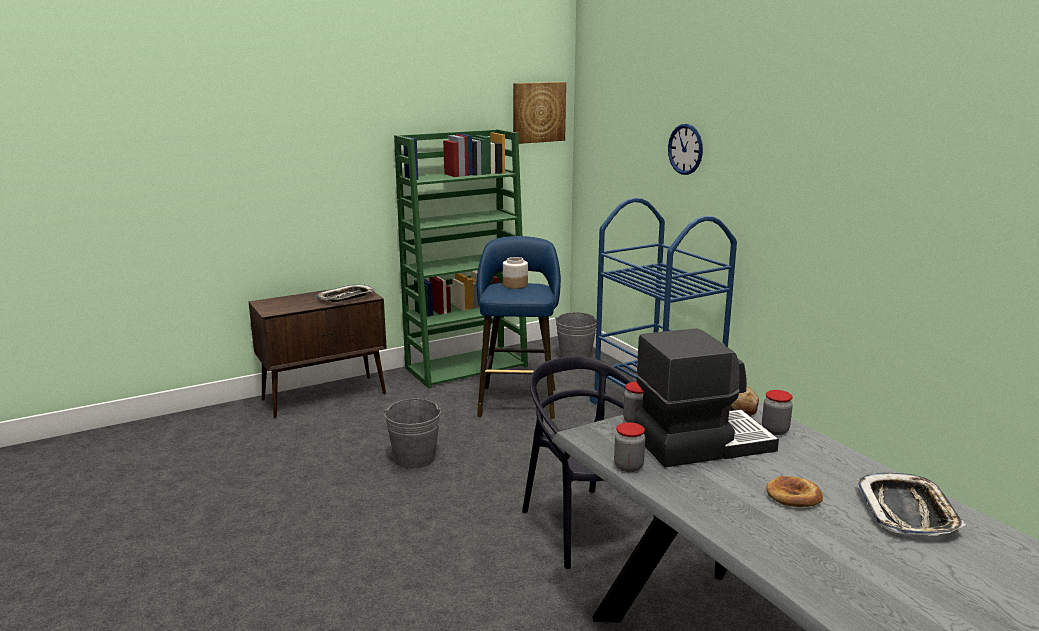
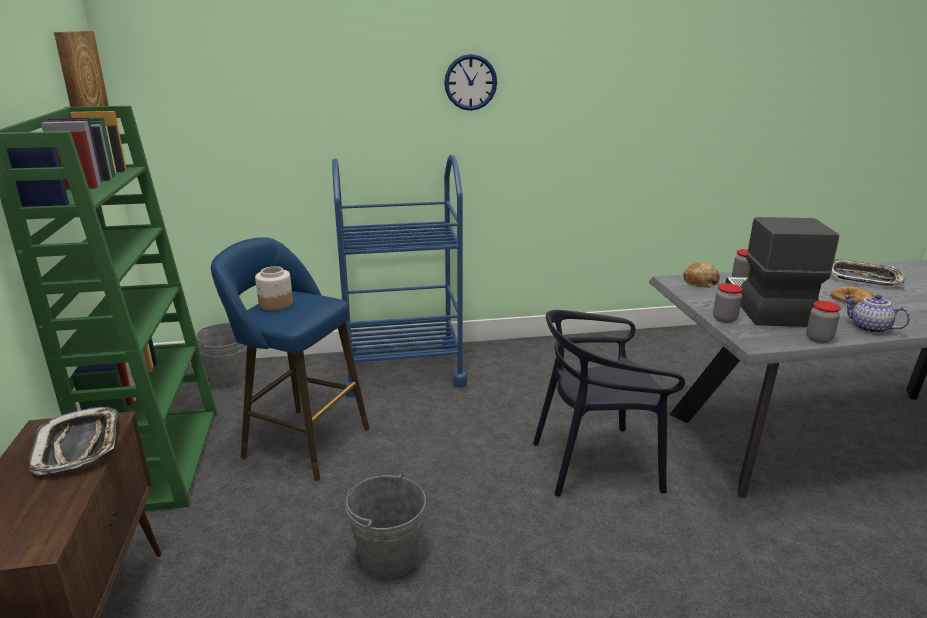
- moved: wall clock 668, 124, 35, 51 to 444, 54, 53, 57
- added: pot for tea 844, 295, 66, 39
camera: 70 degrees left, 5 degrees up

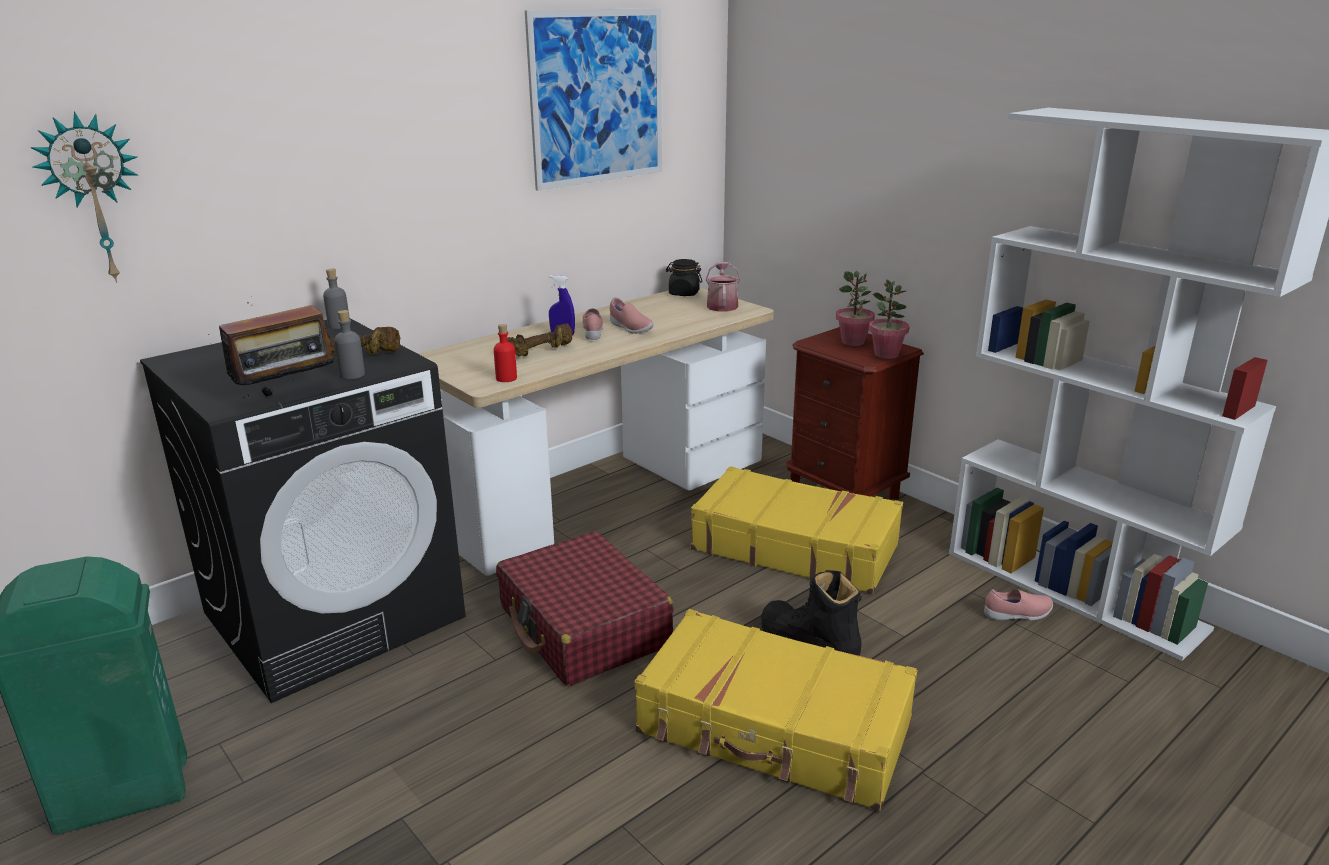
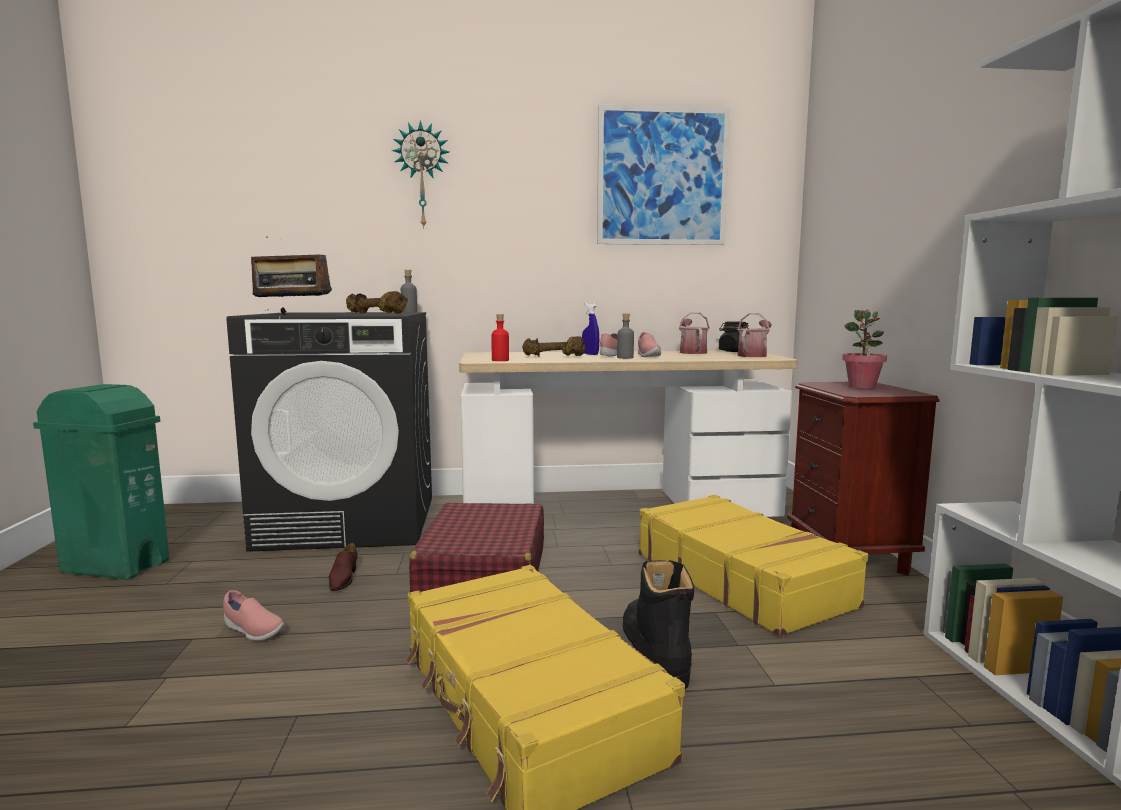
- moved: pink item of footwear 984, 589, 69, 31 to 223, 590, 62, 51
- added: brown-coloured item of footwear 329, 543, 29, 48
- moved: wall clock 30, 111, 108, 172 to 392, 120, 57, 109
- moved: gray beverage bottle 334, 310, 31, 69 to 617, 314, 17, 45
- added: watering pot 679, 312, 31, 42
- removed: houseplant 869, 279, 41, 80
camera: 35 degrees right, 15 degrees down

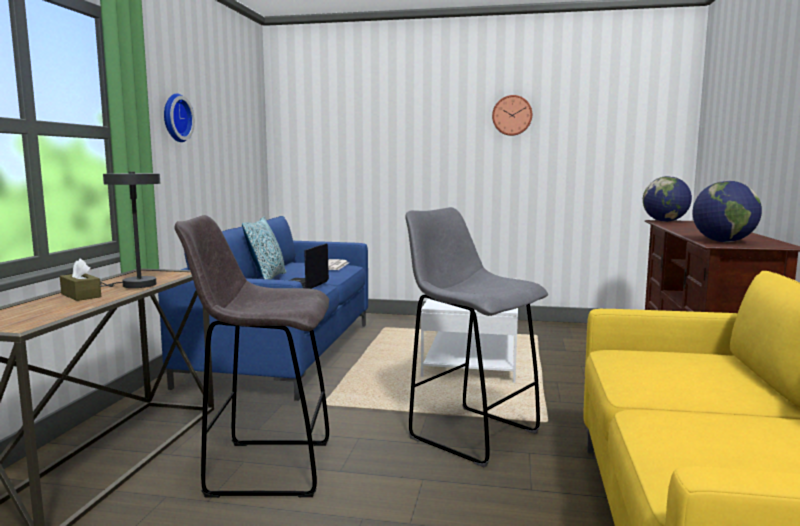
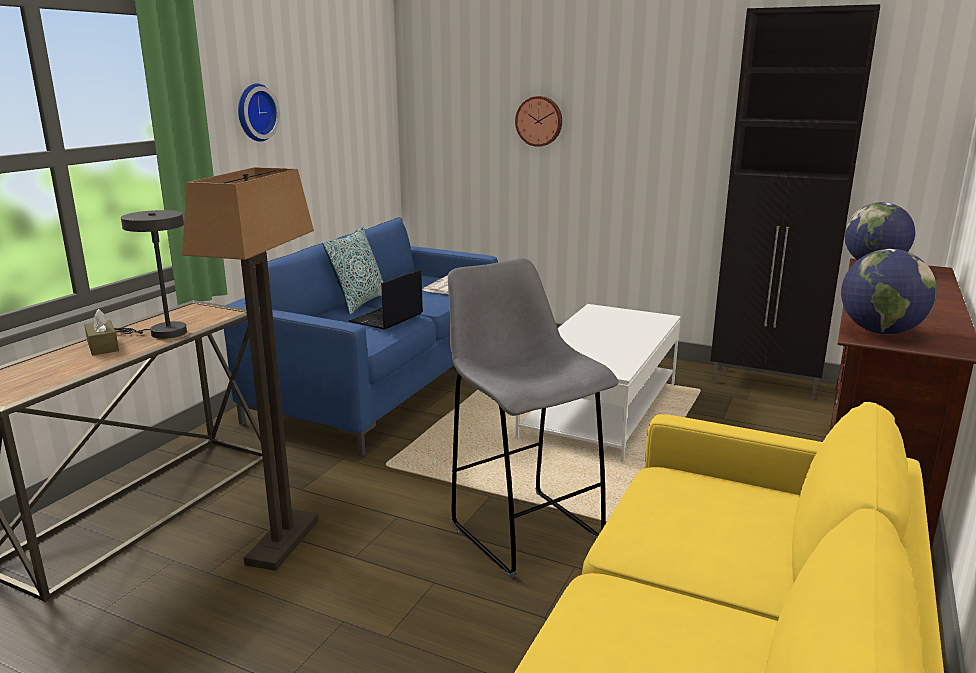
- replaced: gray sitting stool 174, 215, 155, 283 to standard lamp 182, 167, 137, 404
- moved: wall clock 492, 95, 40, 41 to 515, 96, 47, 51
- added: black storage cabinet 711, 4, 169, 395
camera: 15 degrees right, 10 degrees up

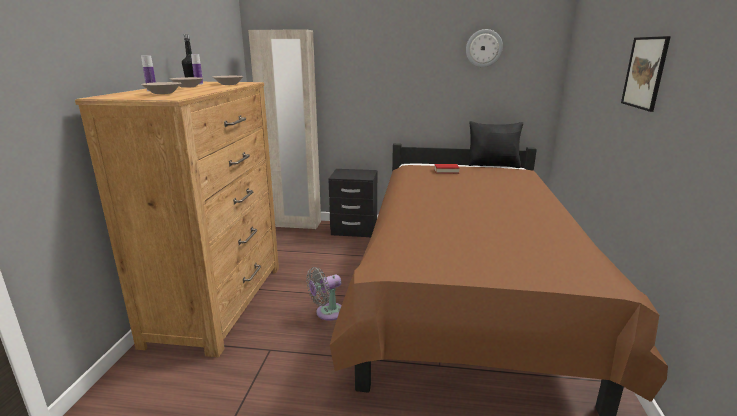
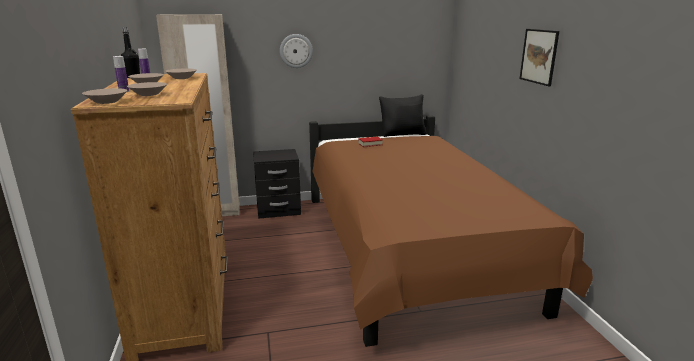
- added: sand-coloured serving bowl 82, 88, 45, 16
- moved: wall clock 466, 29, 37, 38 to 280, 34, 33, 34
- removed: gray cooling fan 306, 267, 36, 54
camera: 20 degrees left, 0 degrees up

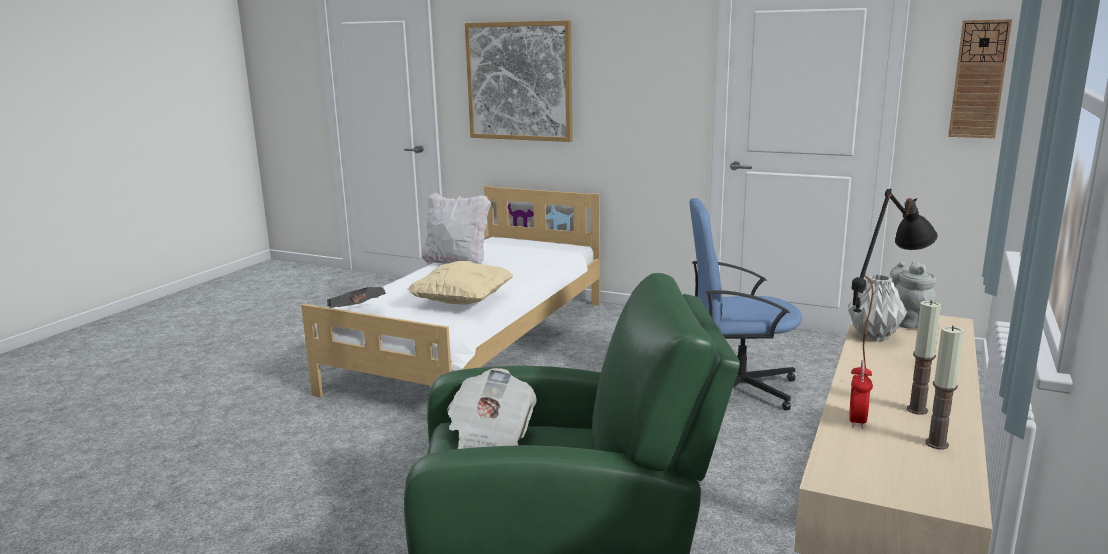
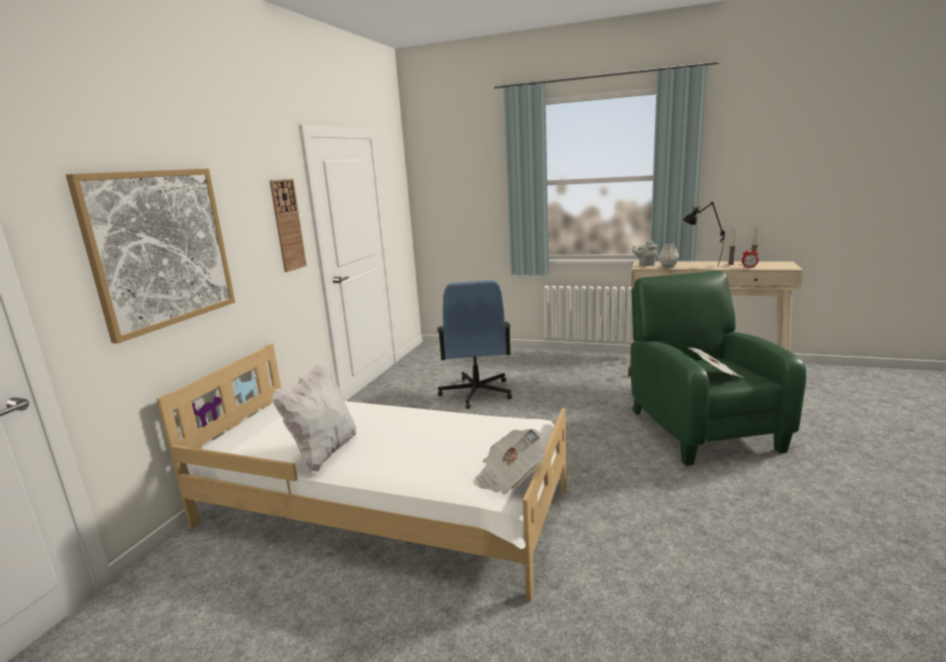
- moved: wall clock 948, 19, 64, 119 to 269, 179, 38, 93
- removed: sand-coloured cushion 407, 261, 106, 44
camera: 95 degrees left, 0 degrees up

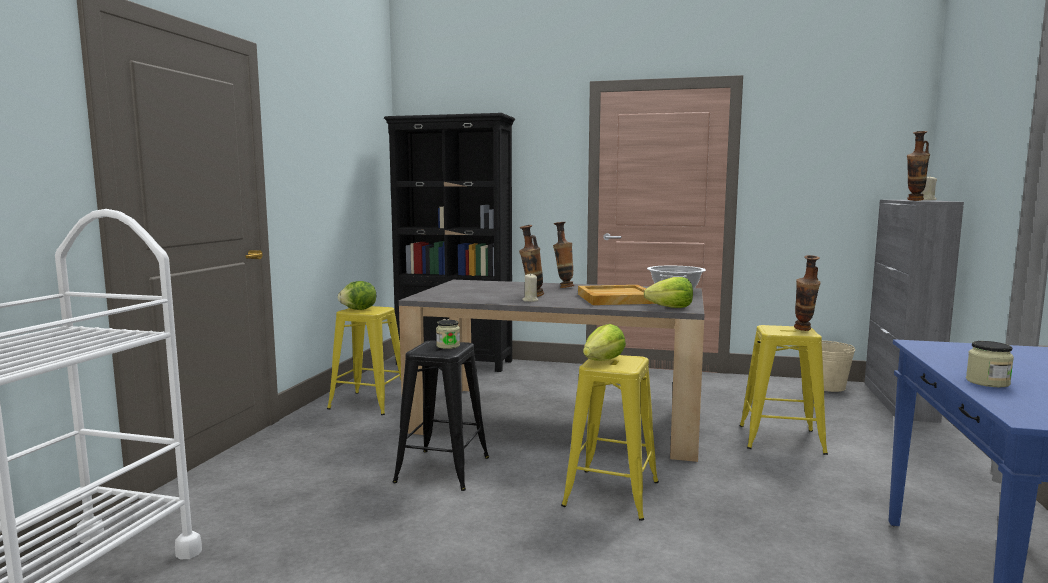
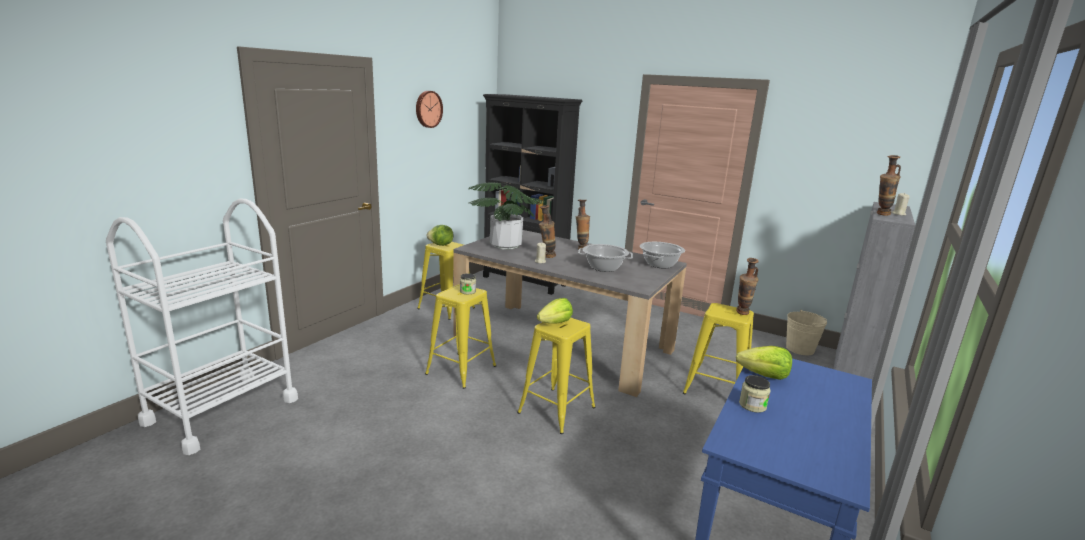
- added: wall clock 416, 91, 27, 37
- recoloured: black sitting stool 393, 340, 96, 151 to yellow-coloured sitting stool 425, 284, 71, 105
- added: houseplant 469, 182, 76, 67
- replaced: sand-coloured carrying tray 578, 285, 78, 20 to cooking pot 578, 244, 55, 28
- moved: lettuce 644, 277, 49, 31 to 736, 346, 56, 34
camera: 15 degrees right, 10 degrees up

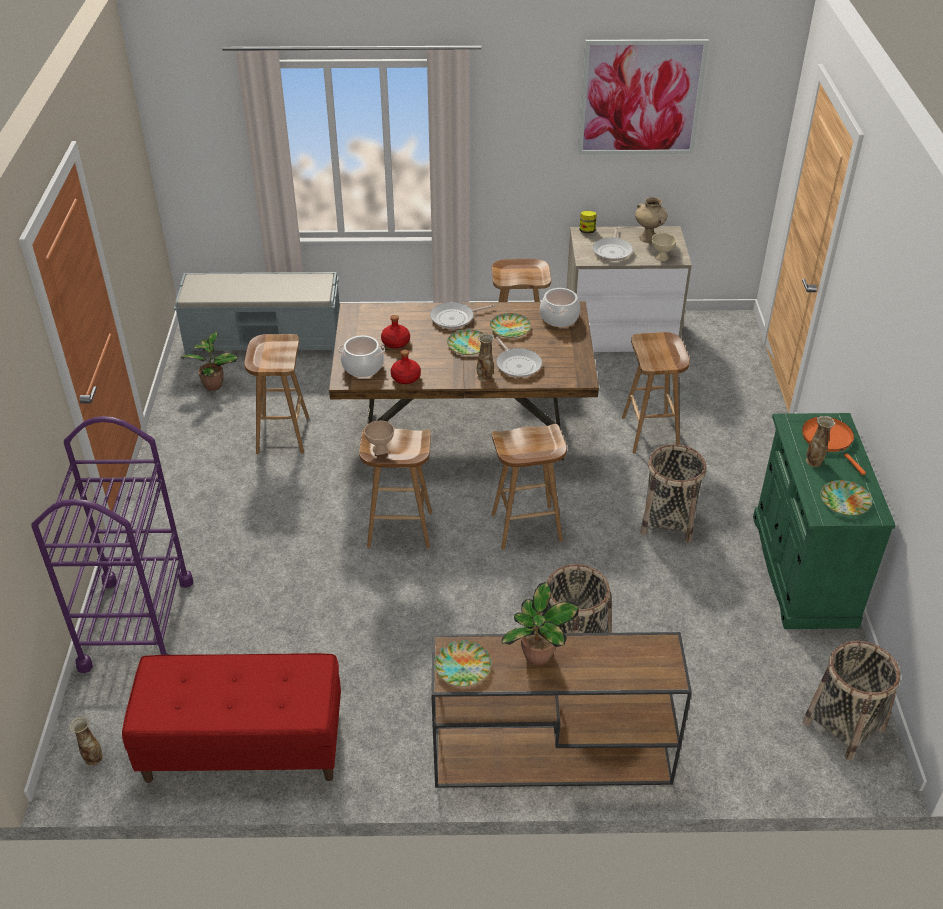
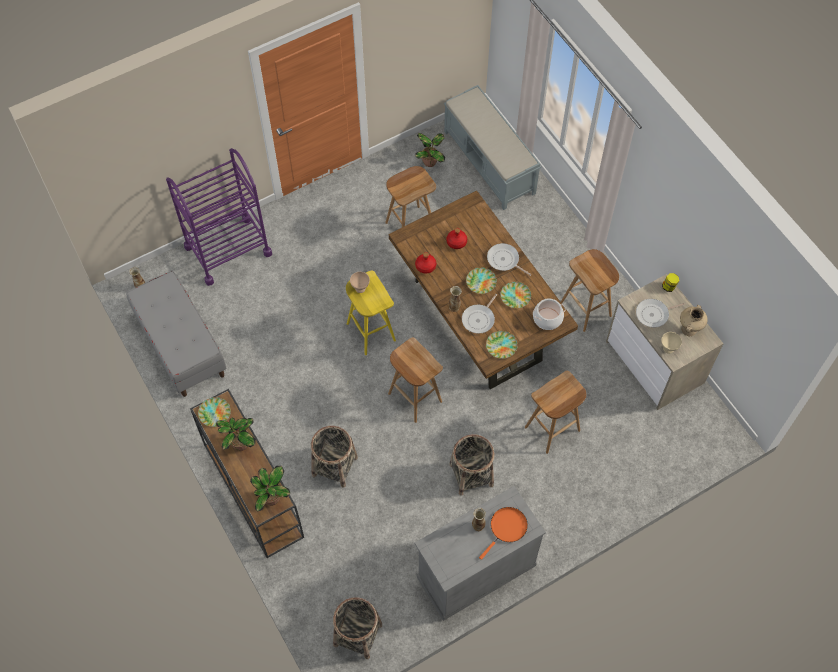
- recoloured: red-coloured bench 122, 653, 219, 130 to gray bench 126, 271, 101, 126
- added: houseplant 250, 466, 40, 46
- recoloured: brown-coloured sitting stool 359, 429, 73, 120 to yellow-coloured sitting stool 346, 270, 50, 85
- recoloured: green-coloured storage cabinet 753, 413, 143, 216 to gray storage cabinet 414, 486, 132, 135
- moved: flat dish 821, 480, 51, 36 to 486, 331, 32, 28
- removed: cooking pot 338, 335, 47, 42
- removed: picture 578, 39, 131, 115
camera: 60 degrees right, 20 degrees up

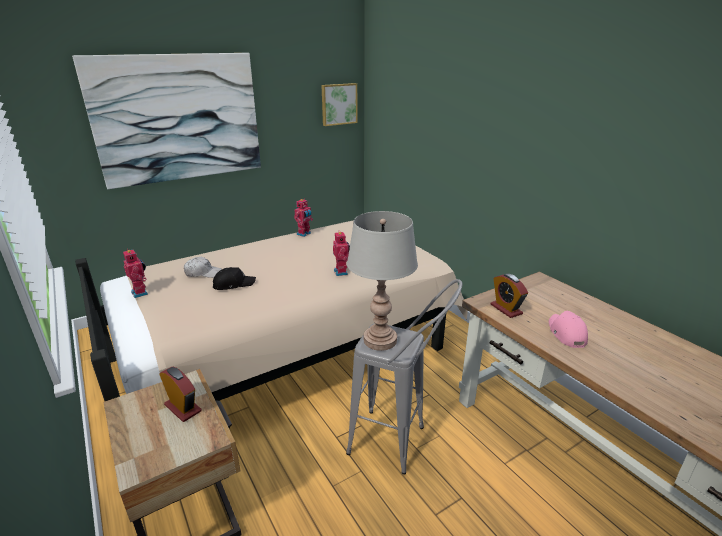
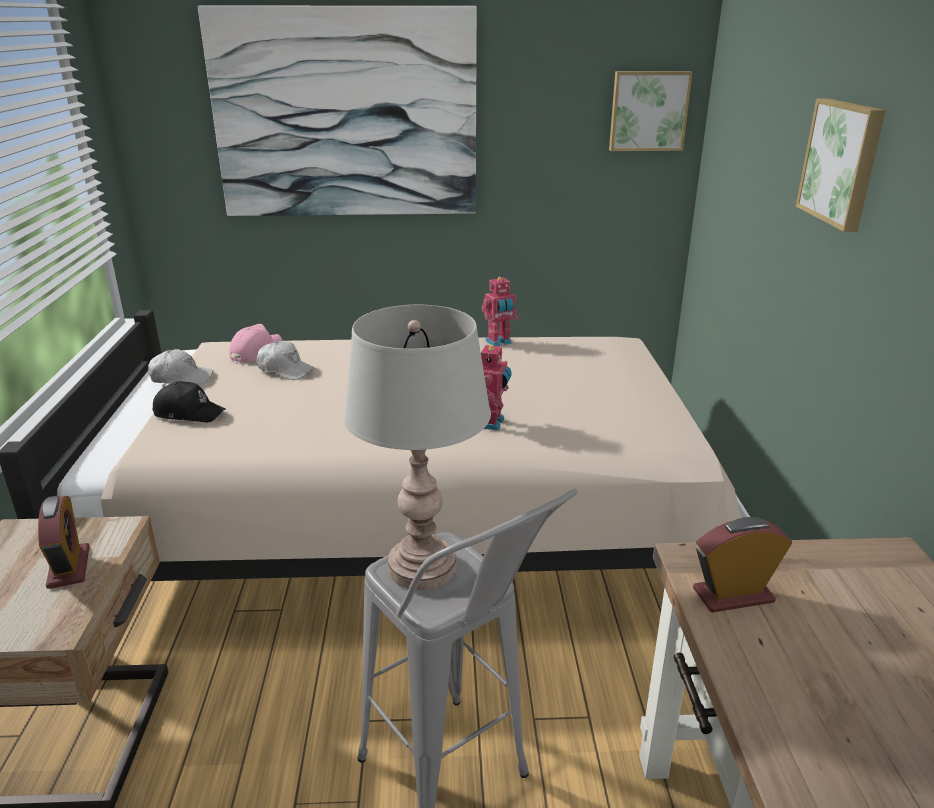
- replaced: robot figure 123, 250, 25, 48 to white-coloured cap 148, 349, 66, 35
- moved: black cap 213, 267, 43, 23 to 152, 381, 73, 42
- moved: pink cap 549, 311, 39, 37 to 229, 324, 53, 38
- turned: bedside clock 491, 273, 37, 45 = 693, 517, 99, 96 75 degrees clockwise
- added: picture 796, 98, 90, 134
camera: 30 degrees right, 0 degrees up

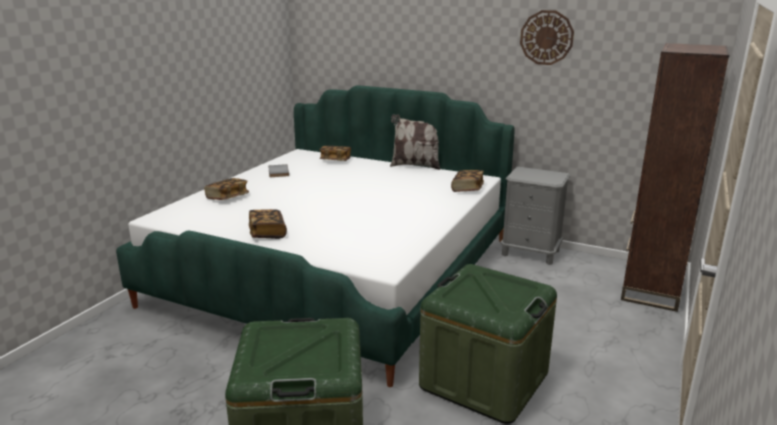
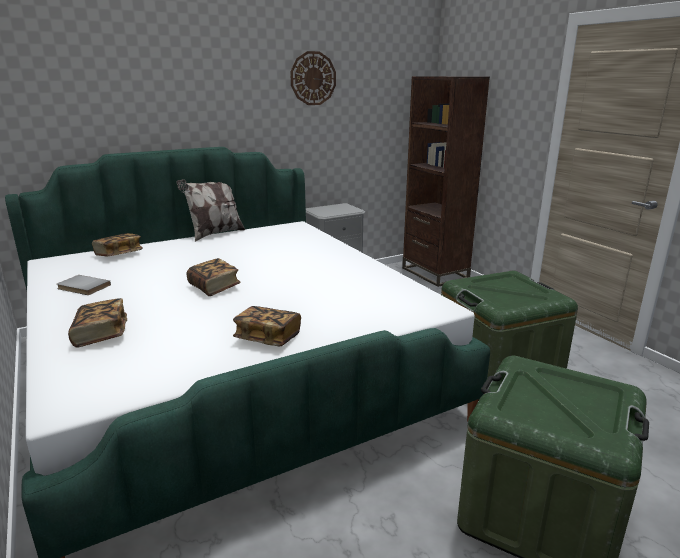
- moved: volume 451, 170, 33, 22 to 187, 258, 54, 38
camera: 55 degrees left, 0 degrees up

